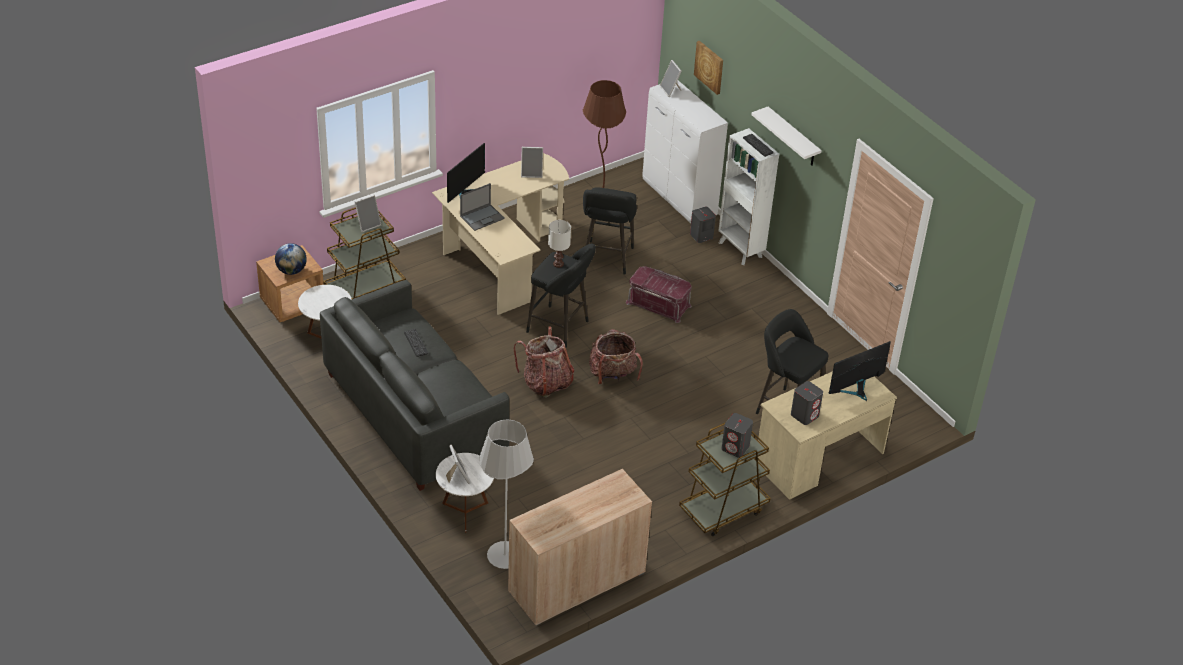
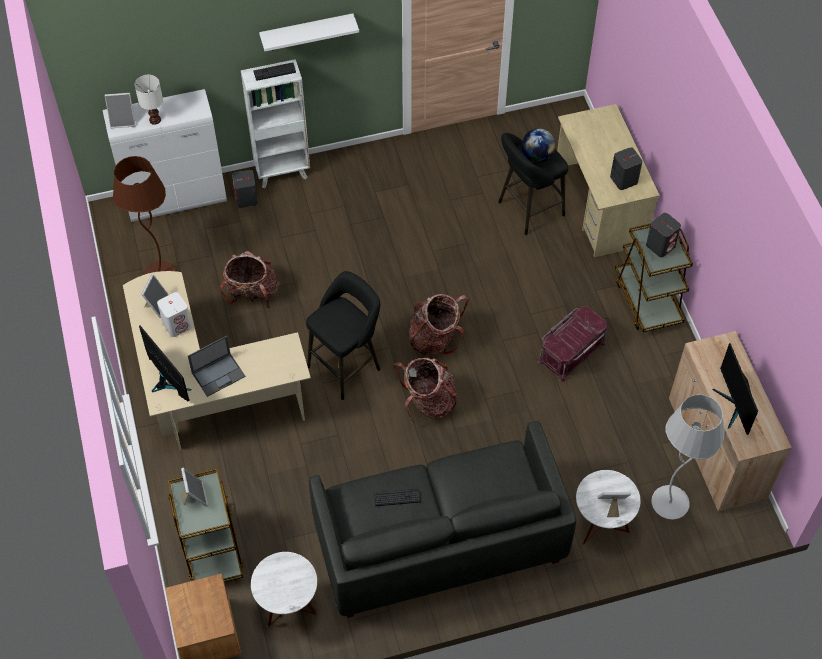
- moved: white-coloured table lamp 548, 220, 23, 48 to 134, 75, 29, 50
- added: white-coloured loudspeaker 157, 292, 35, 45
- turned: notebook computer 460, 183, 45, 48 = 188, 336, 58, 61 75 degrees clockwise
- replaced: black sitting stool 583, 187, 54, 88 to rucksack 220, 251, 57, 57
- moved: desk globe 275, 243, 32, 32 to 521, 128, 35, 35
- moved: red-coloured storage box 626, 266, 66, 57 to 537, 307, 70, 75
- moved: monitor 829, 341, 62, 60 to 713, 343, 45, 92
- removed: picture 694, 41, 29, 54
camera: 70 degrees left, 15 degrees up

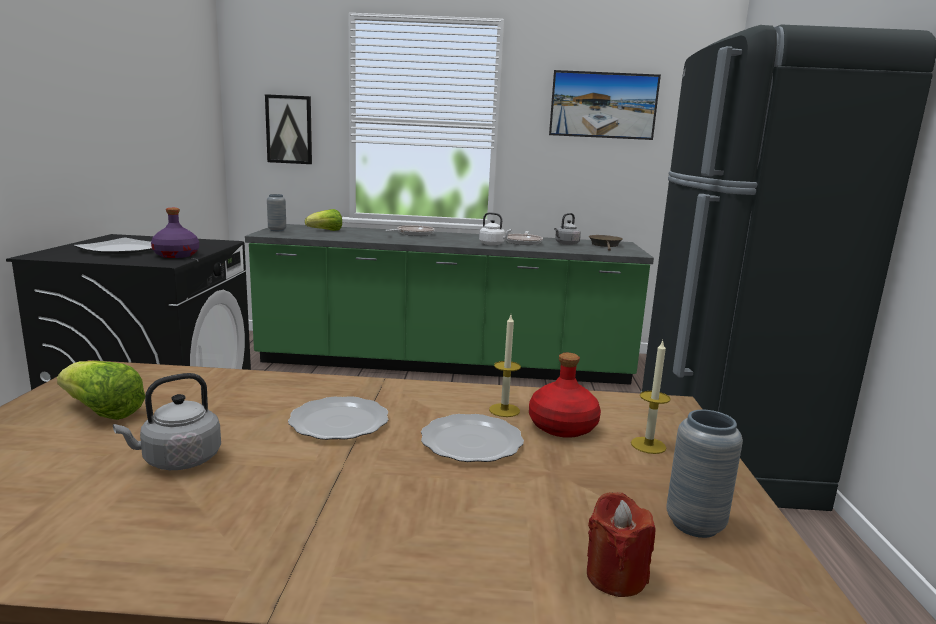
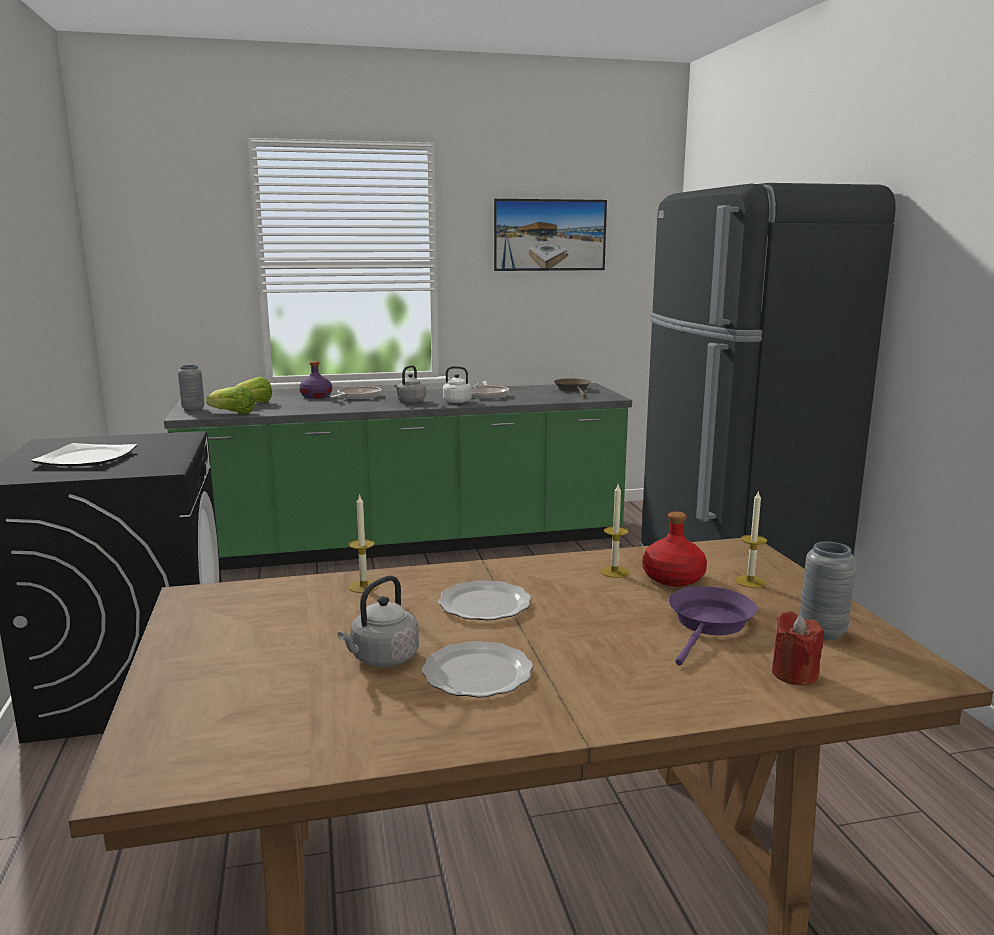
- moved: lettuce 57, 361, 88, 59 to 206, 386, 49, 28
- moved: purple beverage bottle 151, 208, 48, 50 to 299, 361, 33, 37
- added: wax light 349, 494, 30, 99
- moved: gray tea kettle 554, 213, 27, 32 to 394, 365, 32, 38
- moved: flat dish 421, 414, 103, 48 to 422, 641, 111, 57
- added: purple frying pan 669, 586, 88, 79
- removed: picture 265, 94, 47, 70
camera: 15 degrees left, 0 degrees up

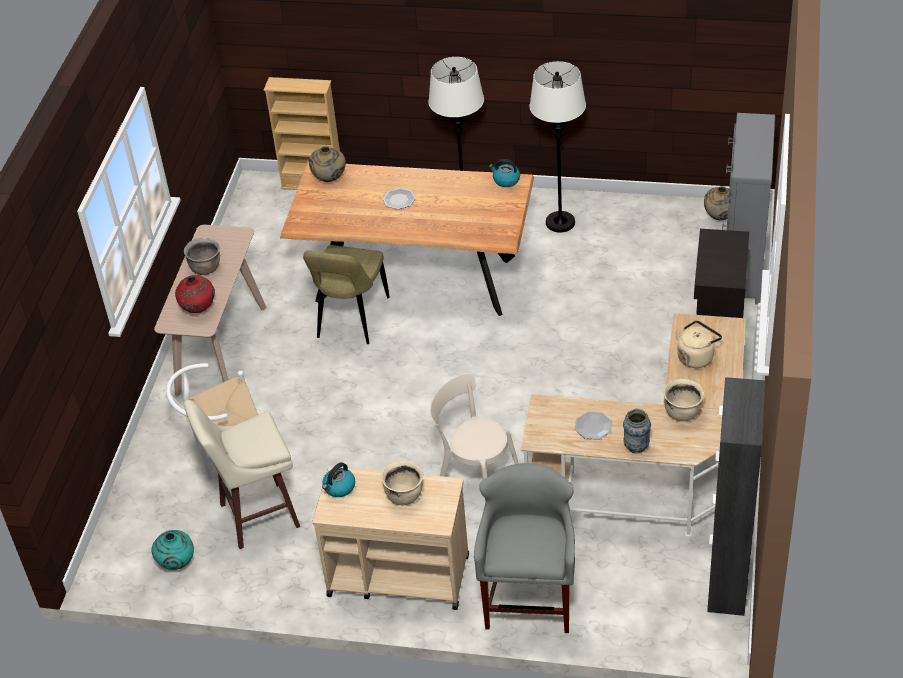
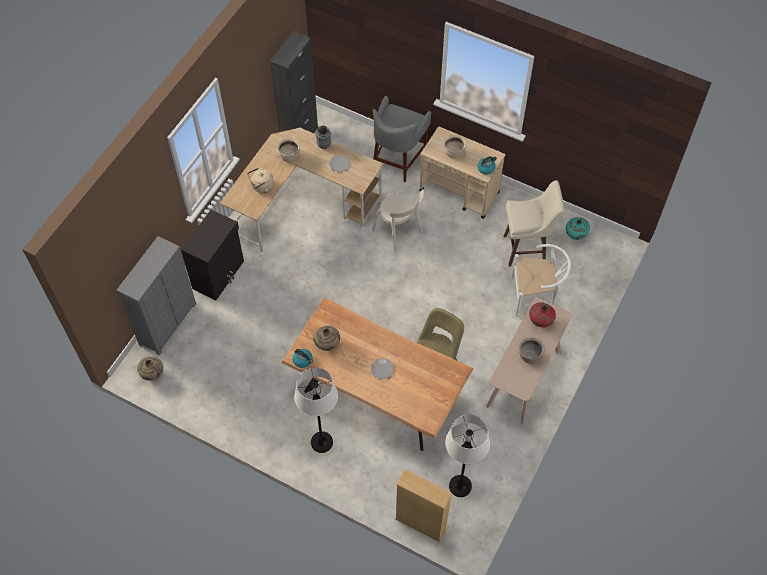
- moved: sand-coloured flower vase 309, 146, 37, 36 to 313, 326, 27, 25
- moved: white-coloured standard lamp 530, 61, 56, 171 to 445, 414, 45, 83
camera: 165 degrees left, 15 degrees up

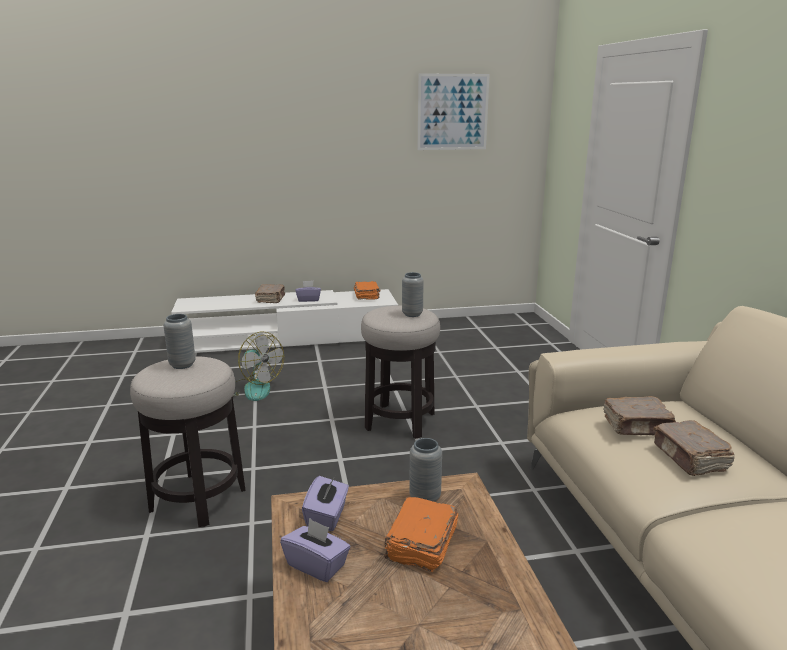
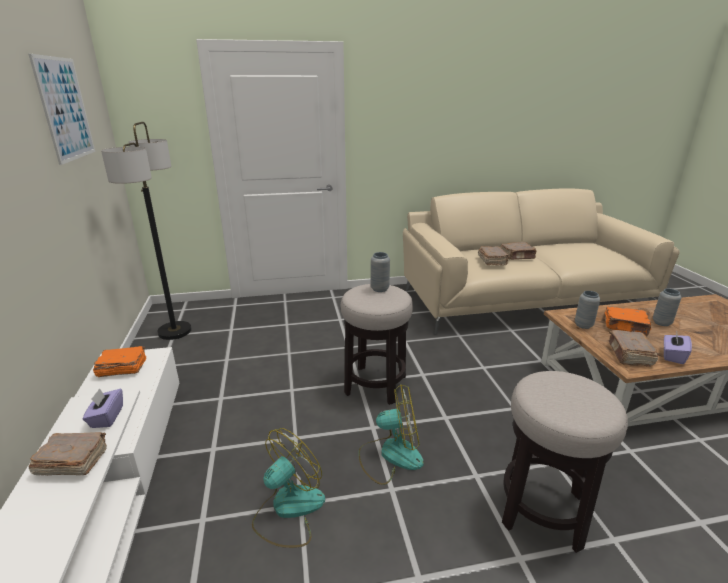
- added: standard lamp 101, 122, 91, 218
- added: cooling fan 358, 385, 66, 100
- replaced: purple tissue holder 302, 476, 47, 55 to brown-coloured volume 609, 330, 49, 37
- moved: gray flower vase 163, 314, 32, 55 to 653, 289, 28, 37
camera: 90 degrees left, 5 degrees up

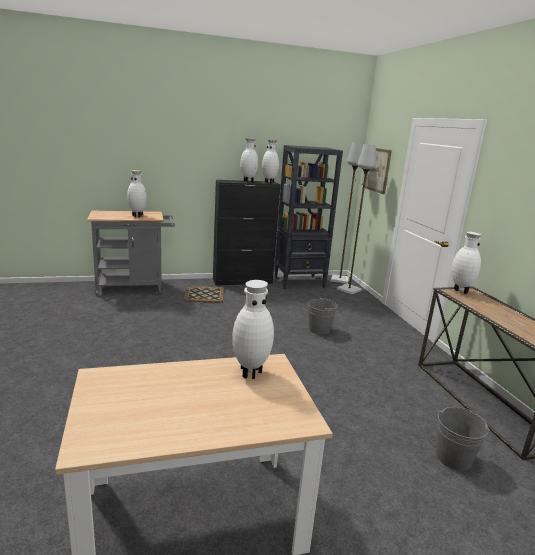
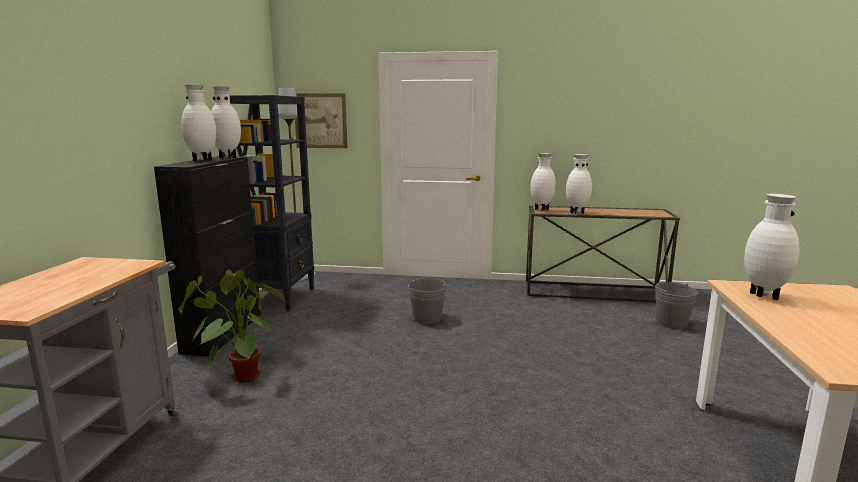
- replaced: carrying tray 184, 286, 40, 17 to houseplant 178, 270, 107, 112
- moved: white-coloured flower vase 127, 170, 20, 47 to 566, 154, 26, 60
- removed: gray standard lamp 337, 144, 39, 151
camera: 65 degrees left, 5 degrees down

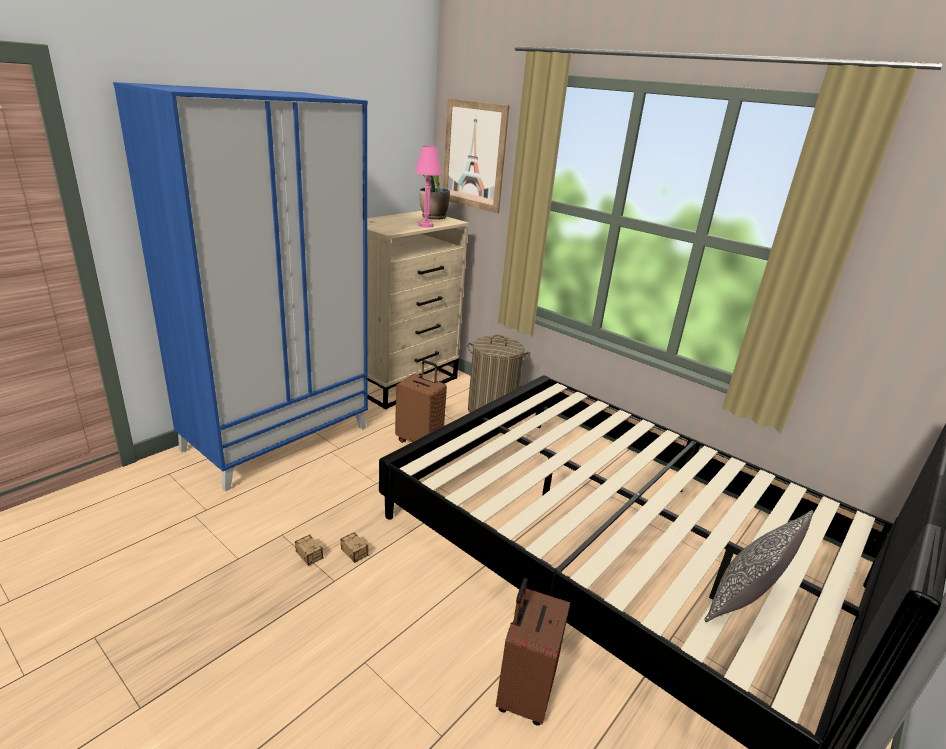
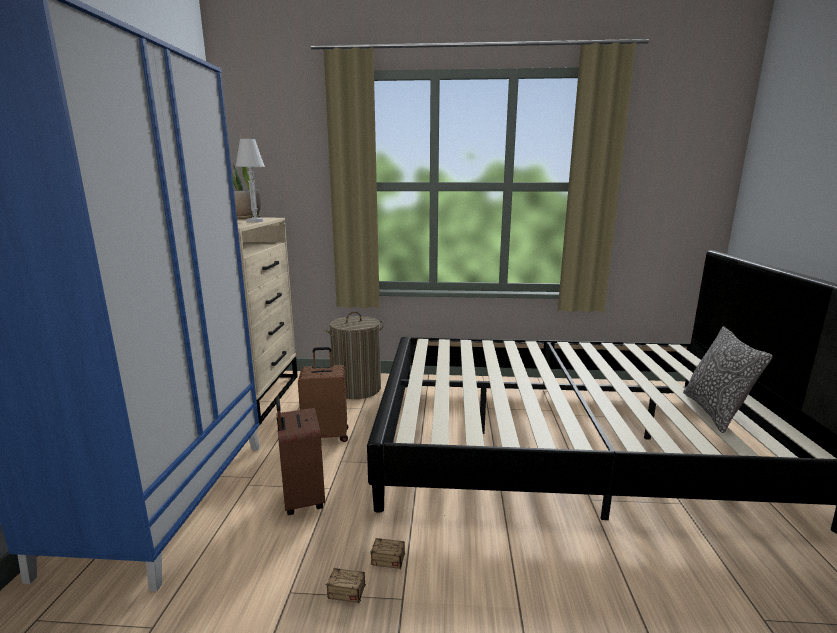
- recoloured: pink table lamp 415, 146, 27, 82 to white-coloured table lamp 235, 139, 30, 83
- moved: brown-coloured piece of luggage 496, 578, 74, 148 to 276, 396, 49, 119
- removed: picture 443, 99, 67, 114
camera: 35 degrees left, 10 degrees down

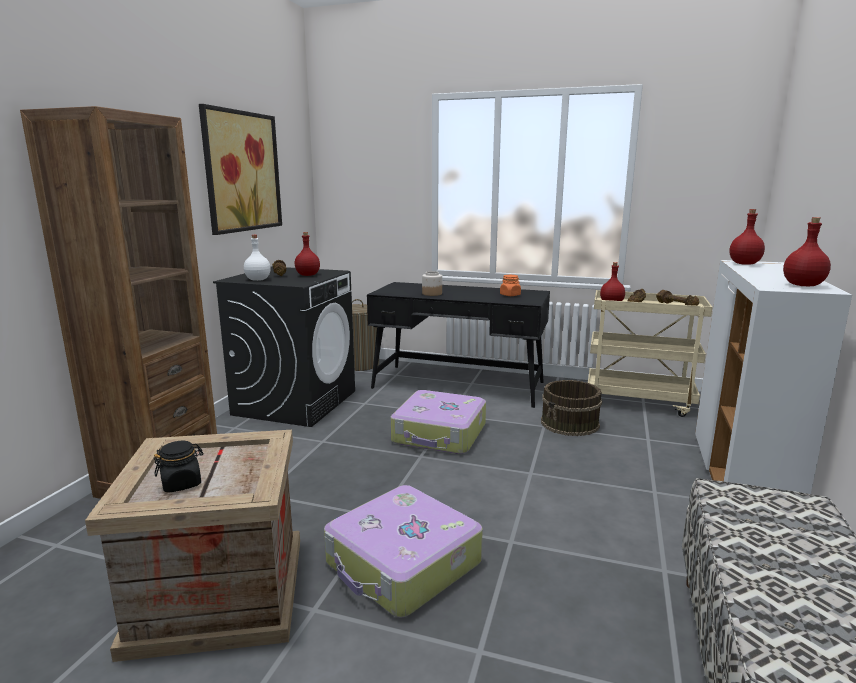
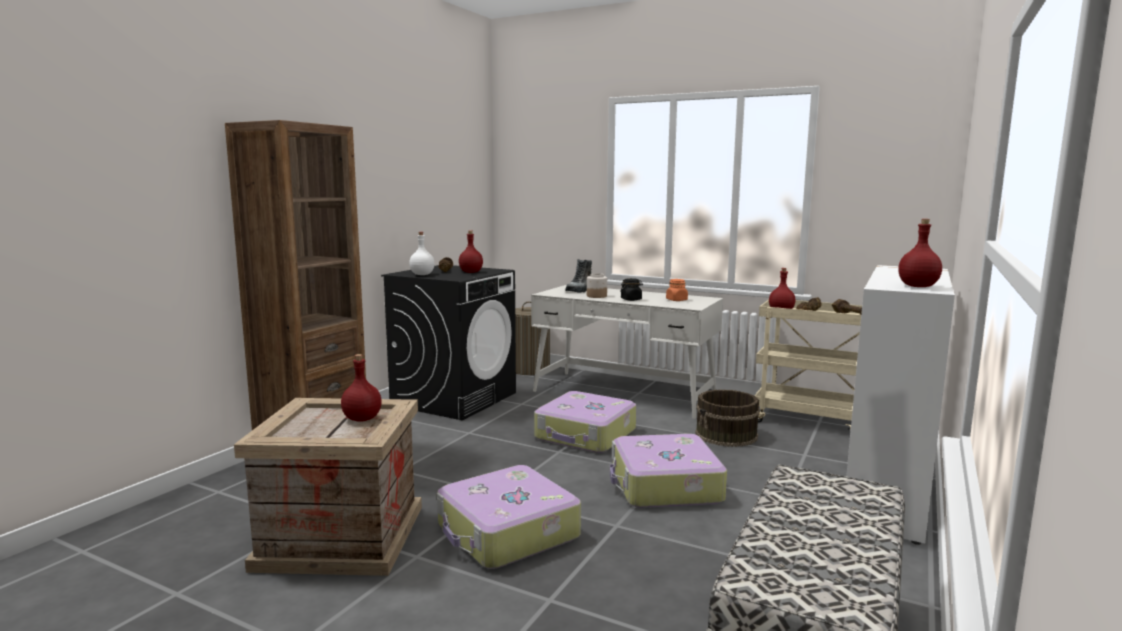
- moved: red-coloured beverage bottle 729, 209, 36, 56 to 341, 354, 41, 68
- recoloured: black desk 367, 282, 183, 126 to white-coloured desk 531, 285, 192, 134
- added: tall boot 565, 259, 27, 33
- added: piece of luggage 609, 434, 118, 74
- moved: black jar 154, 441, 49, 52 to 620, 278, 23, 23
- removed: picture 199, 104, 83, 131
camera: 10 degrees right, 5 degrees down

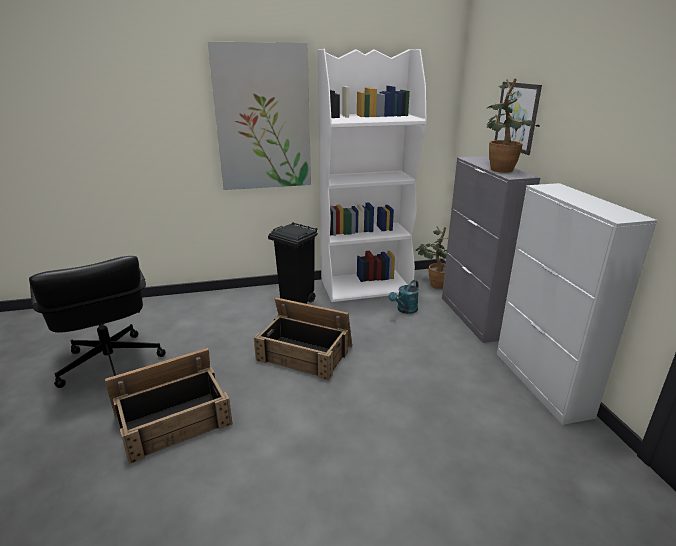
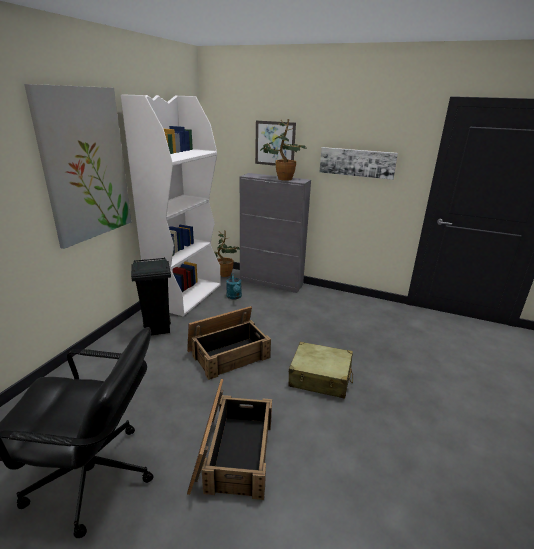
- added: sand-coloured piece of luggage 288, 342, 65, 57
- added: picture 319, 147, 79, 33
- removed: white-coloured storage cabinet 497, 183, 160, 242
camera: 55 degrees left, 0 degrees up

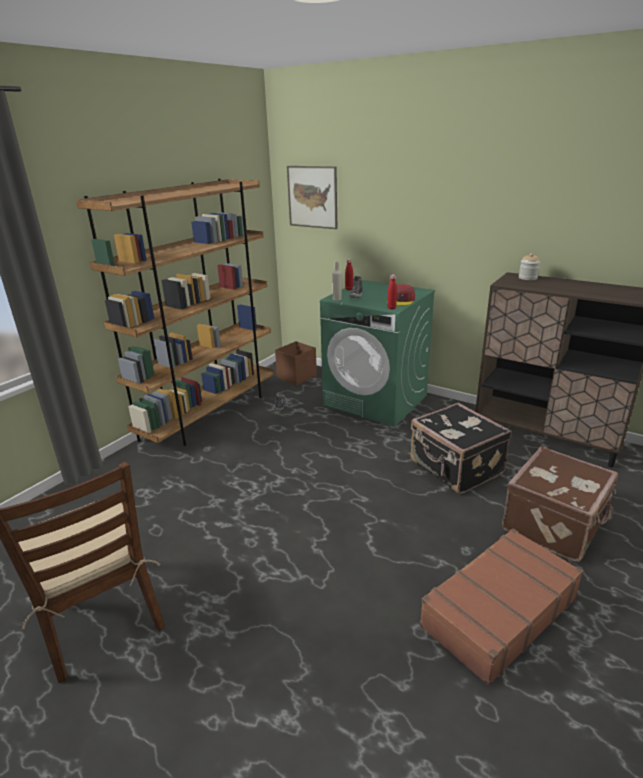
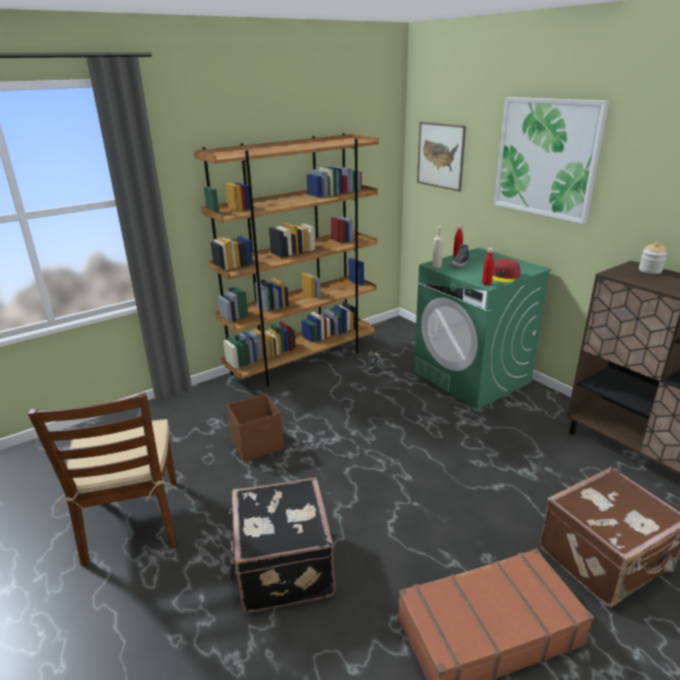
- moved: brown-coloured storage box 275, 341, 42, 45 to 227, 394, 57, 68
- moved: black piece of luggage 410, 402, 102, 92 to 229, 477, 107, 135
- added: picture 494, 97, 115, 127
camera: 20 degrees right, 0 degrees up

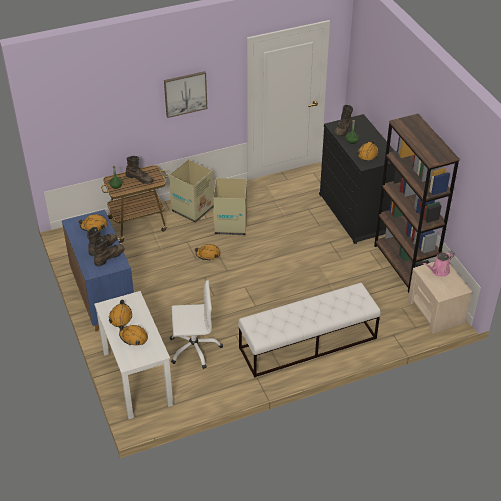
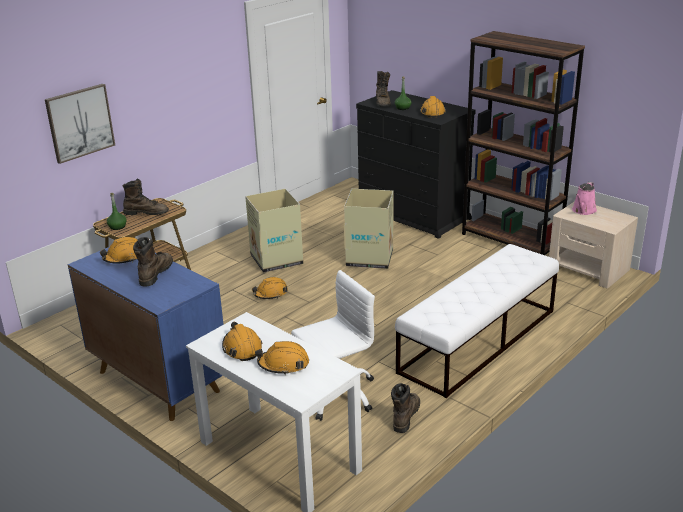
- moved: picture 164, 71, 43, 47 to 45, 84, 70, 80
- moved: carton 169, 160, 45, 63 to 344, 189, 49, 80
- moved: brown-coloured tall boot 93, 237, 32, 30 to 391, 383, 29, 50
camera: 25 degrees left, 15 degrees down

